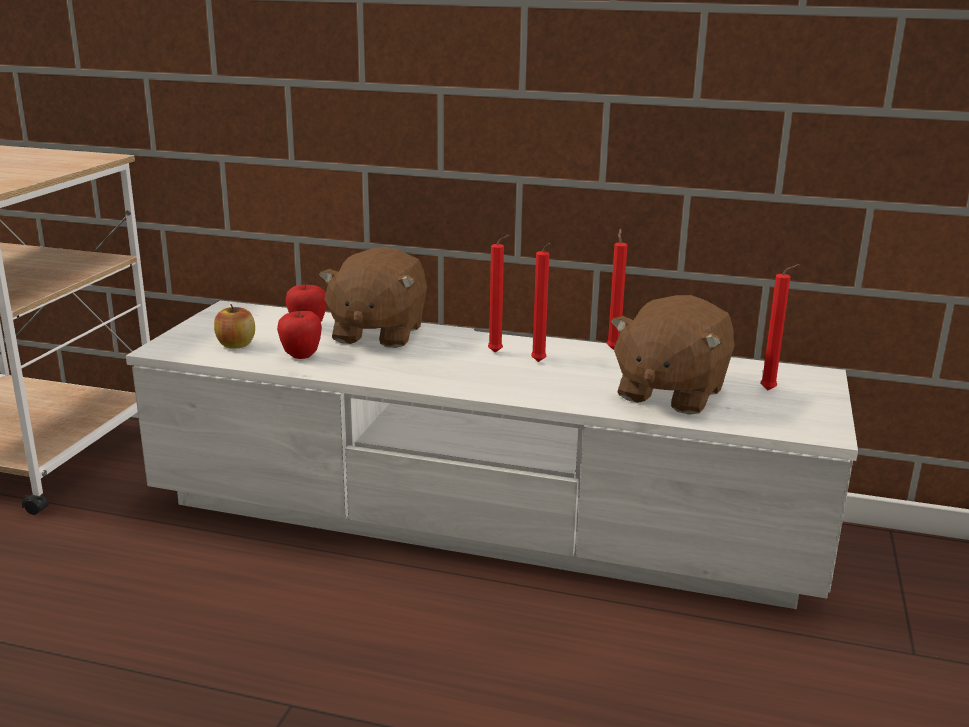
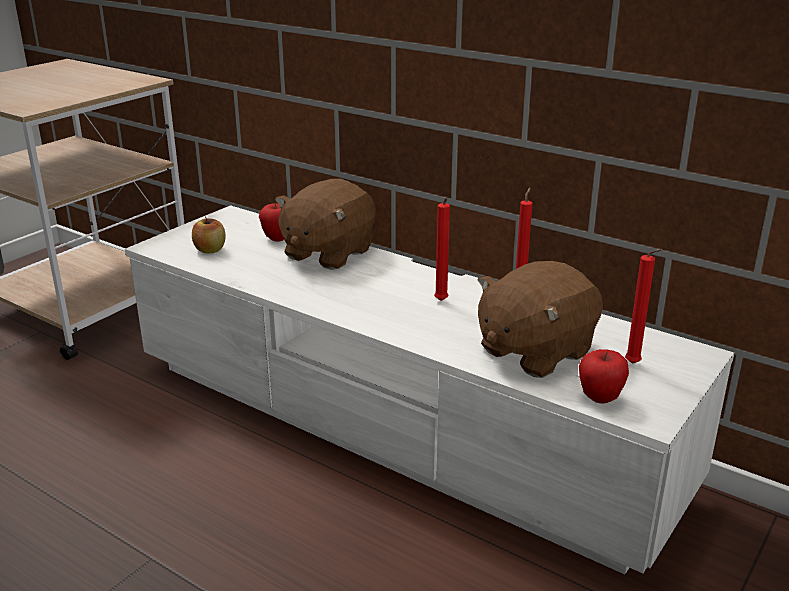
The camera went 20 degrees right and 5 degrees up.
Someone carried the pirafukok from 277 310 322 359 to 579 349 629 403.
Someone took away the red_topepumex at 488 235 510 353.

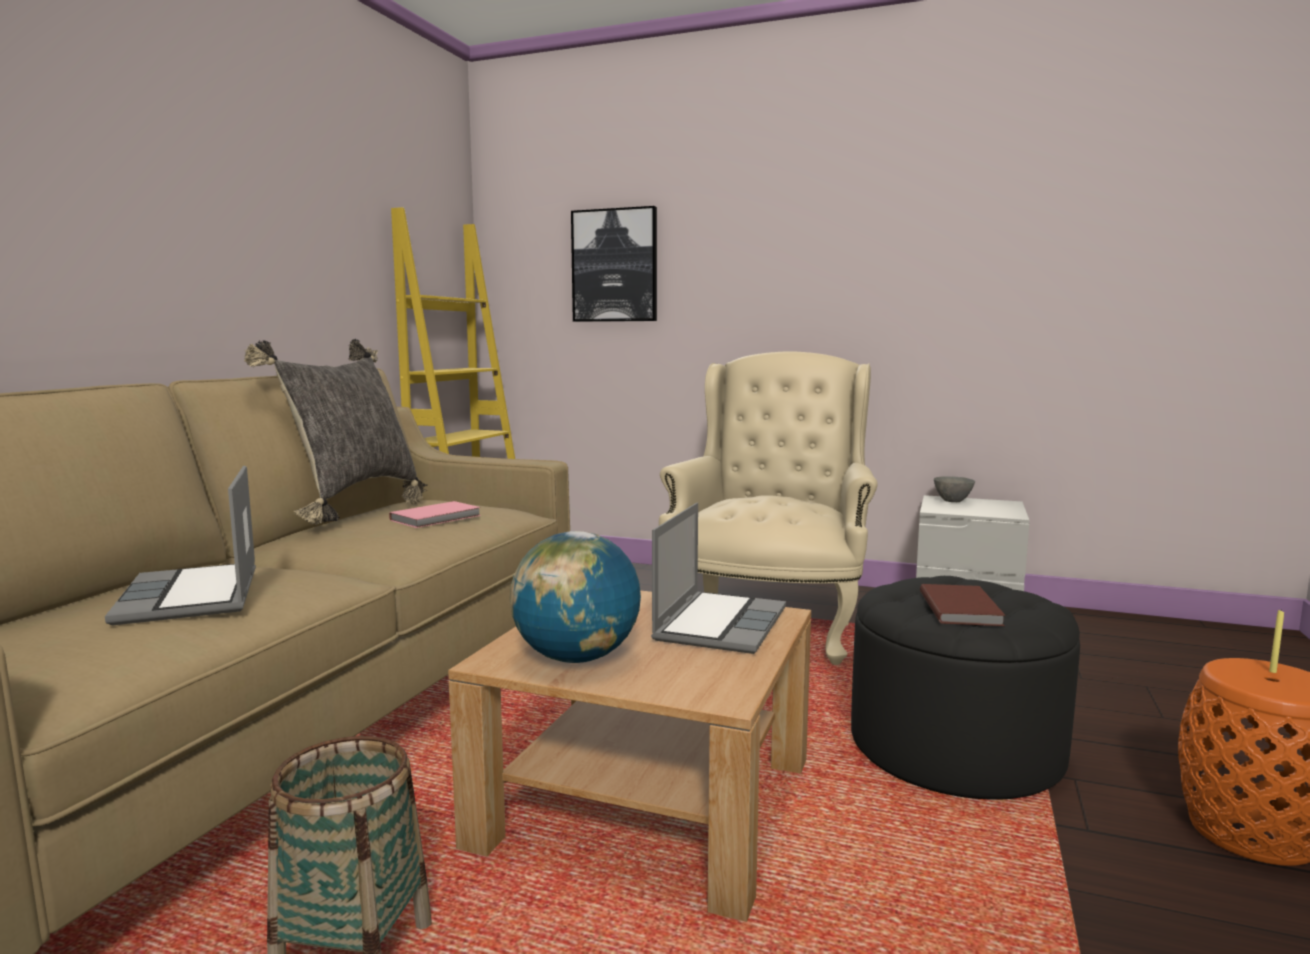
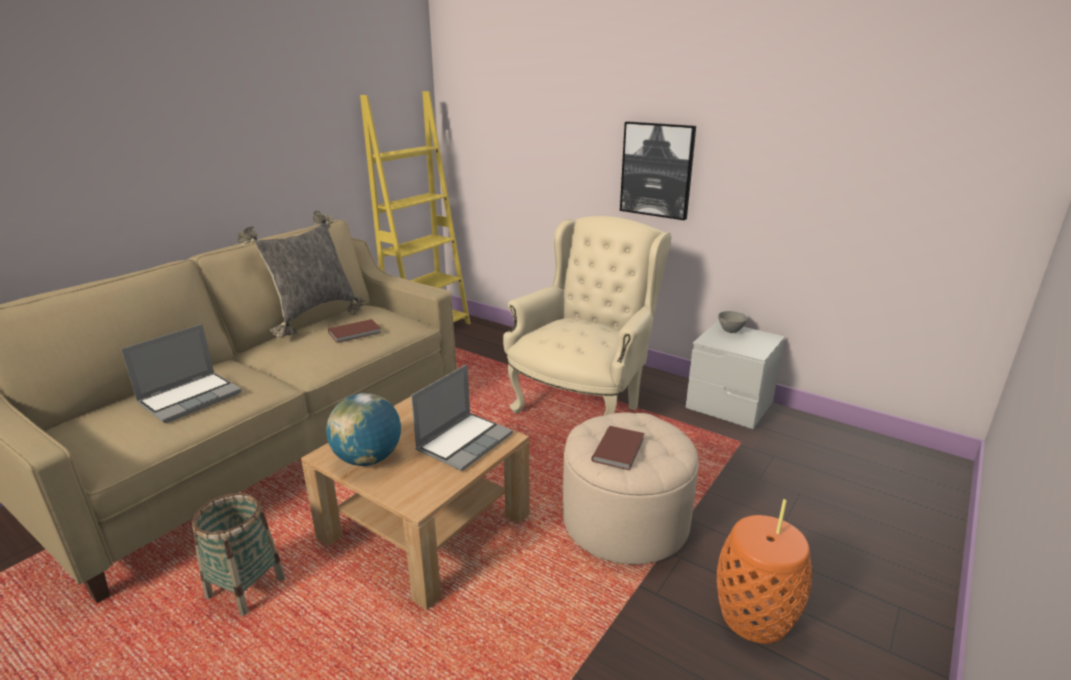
The camera went 15 degrees right and 15 degrees up.
Someone rotated the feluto at 105 466 256 626 by 135 degrees counterclockwise.
Someone repainted the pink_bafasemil at 389 501 481 528, which became the brown_bafasemil at 328 319 381 343.
Someone carried the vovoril from 571 206 657 322 to 620 122 696 220.
Someone repainted the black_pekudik at 851 576 1080 800, which became the beige_pekudik at 563 412 699 565.

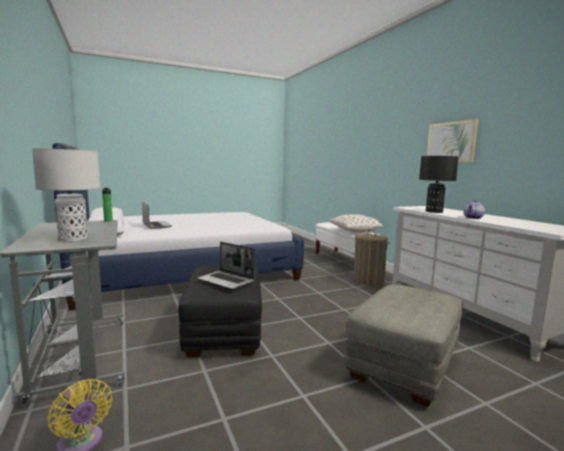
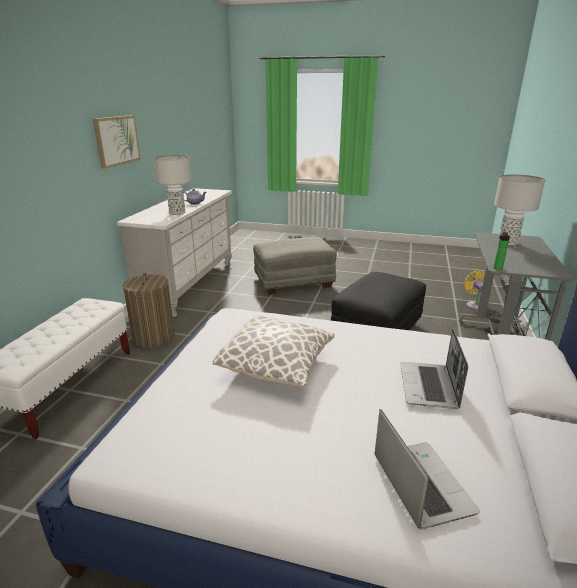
The camera went 140 degrees left and 15 degrees up.
Someone carried the feluto from 197 242 255 289 to 375 409 480 530.
Someone carried the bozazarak from 329 215 383 233 to 213 316 334 388.
Someone repainted the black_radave at 419 156 459 213, which became the white_radave at 154 155 191 215.

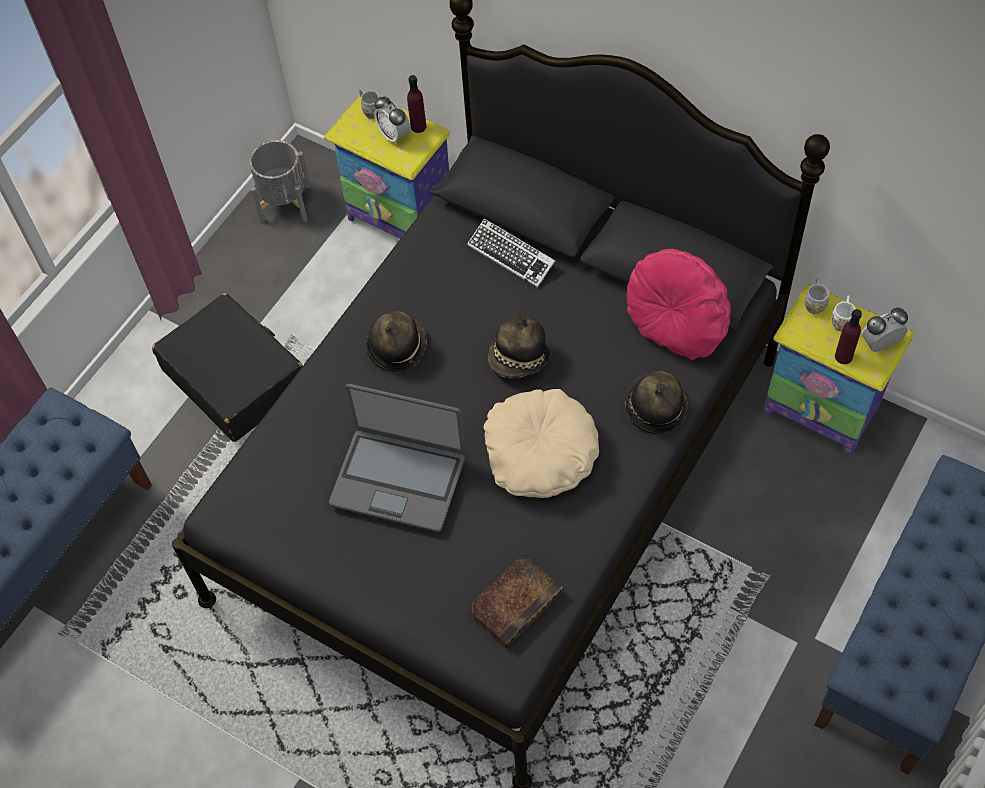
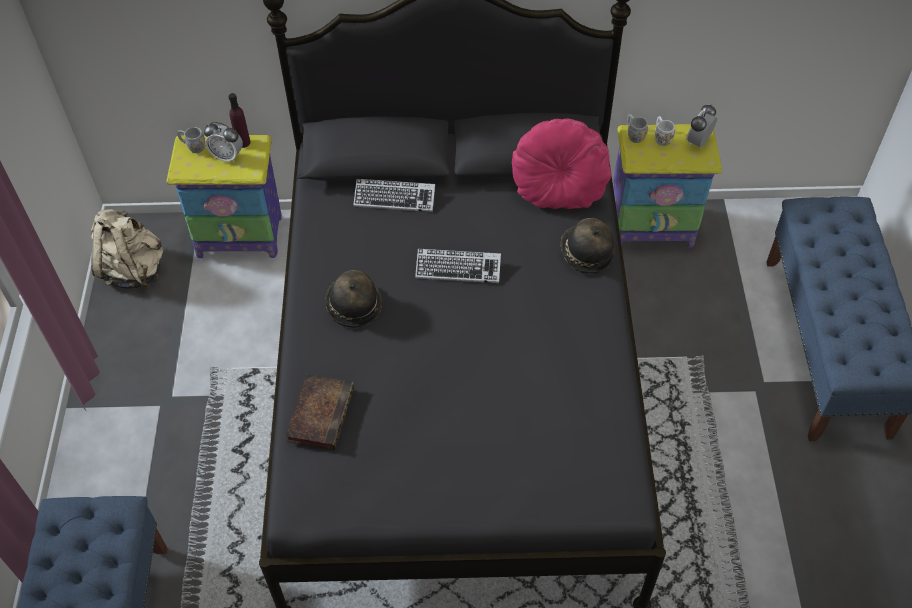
The camera went 35 degrees left and 5 degrees down.
Someone took away the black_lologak at 152 293 303 442.
Someone swapped the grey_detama at 249 140 311 223 for the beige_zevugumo at 91 209 163 289.
Someone took away the feluto at 329 384 466 532.
Someone carried the bafasemil from 466 553 564 648 to 285 374 355 450.
Someone took away the beige_bozazarak at 483 389 599 498.
Someone swapped the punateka at 488 316 550 378 for the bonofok at 415 249 501 283.
Someone took away the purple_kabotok at 835 309 862 364.

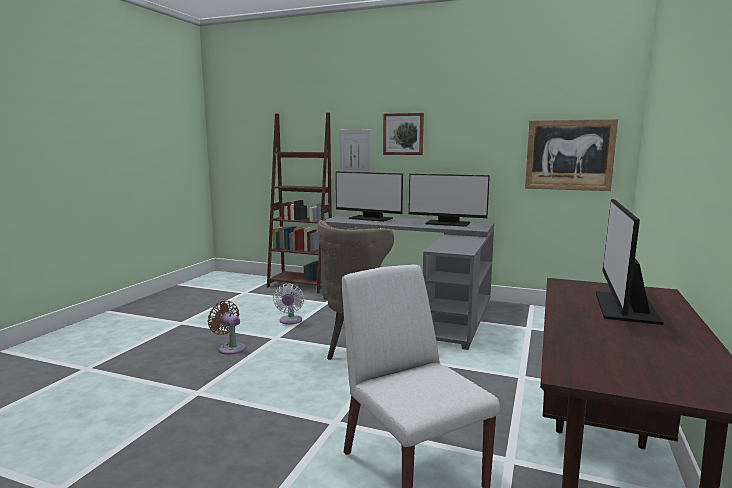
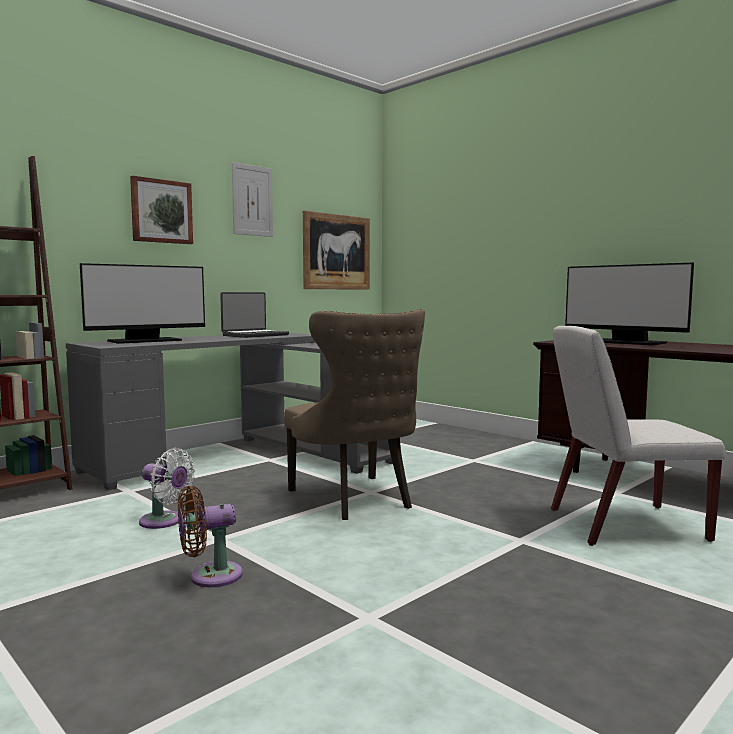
The camera went 65 degrees left and 5 degrees down.
Someone carried the vovoril from 339 130 370 173 to 232 162 273 237.
Someone swapped the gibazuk at 409 174 490 227 for the feluto at 220 292 289 338.

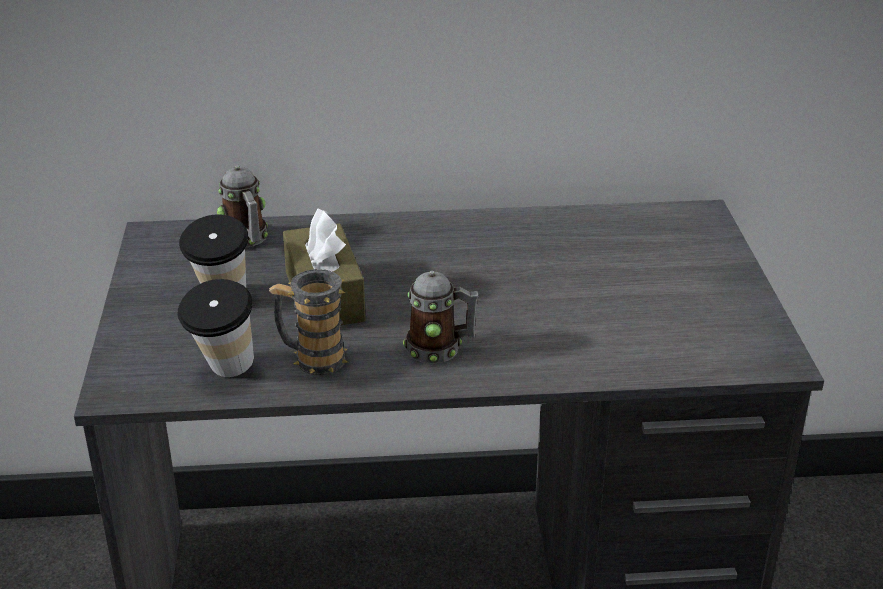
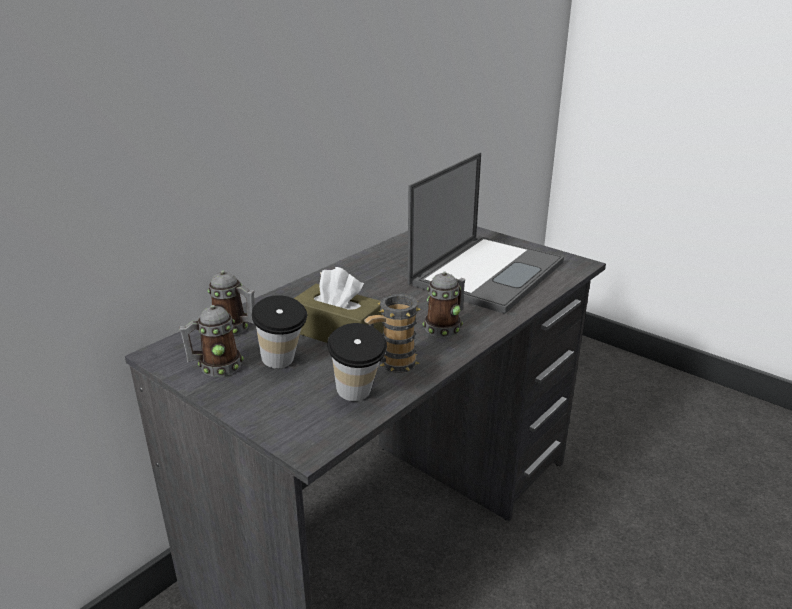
The camera went 45 degrees left and 5 degrees down.
Someone put down the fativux at 179 305 243 376.
Someone put down the feluto at 408 152 564 314.

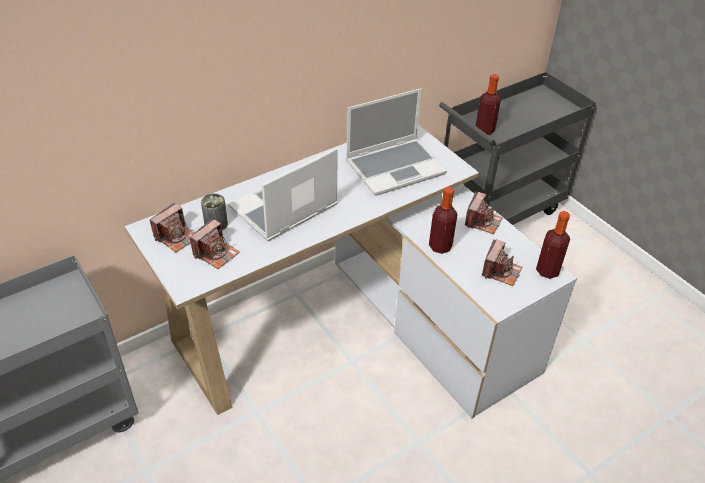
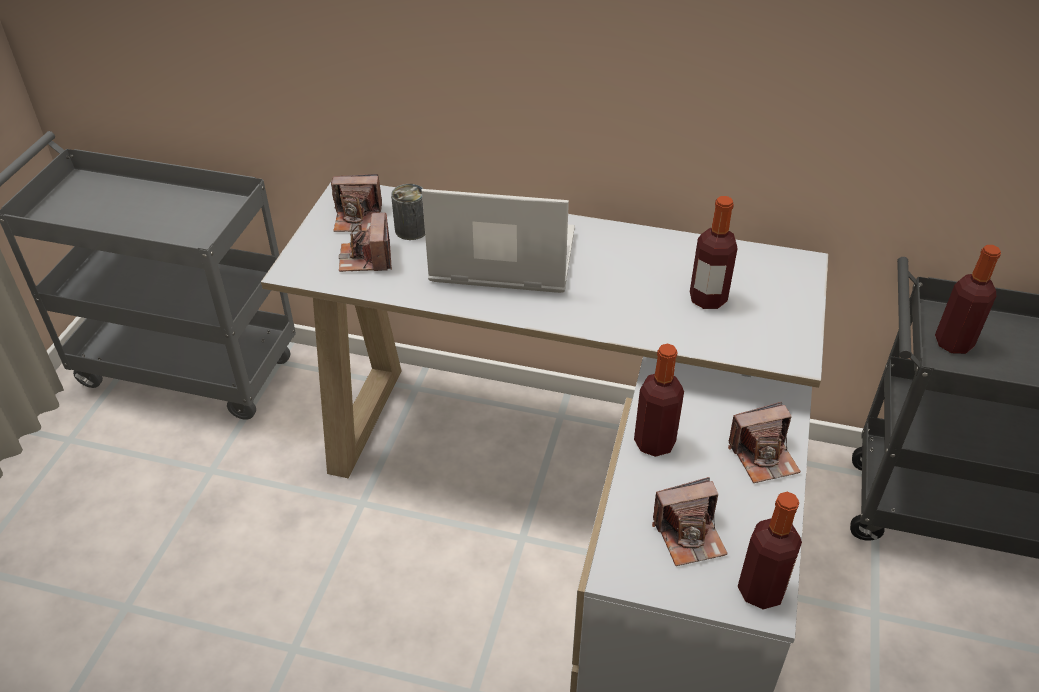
The camera went 50 degrees right and 0 degrees up.
Someone rotated the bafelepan at 189 219 240 269 by 90 degrees clockwise.
Someone swapped the feluto at 346 88 447 196 for the kabotok at 690 196 738 309.

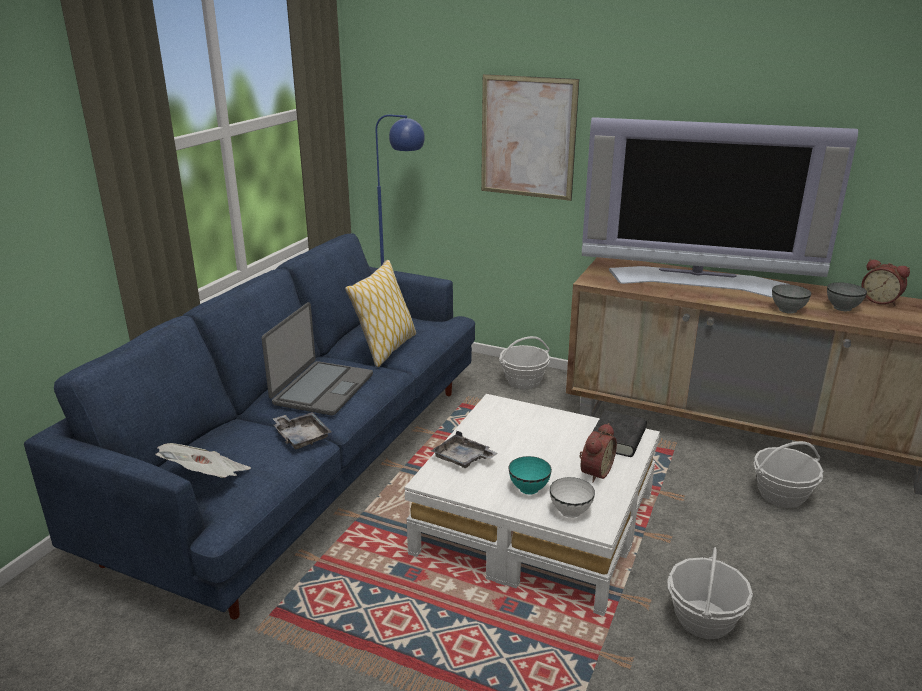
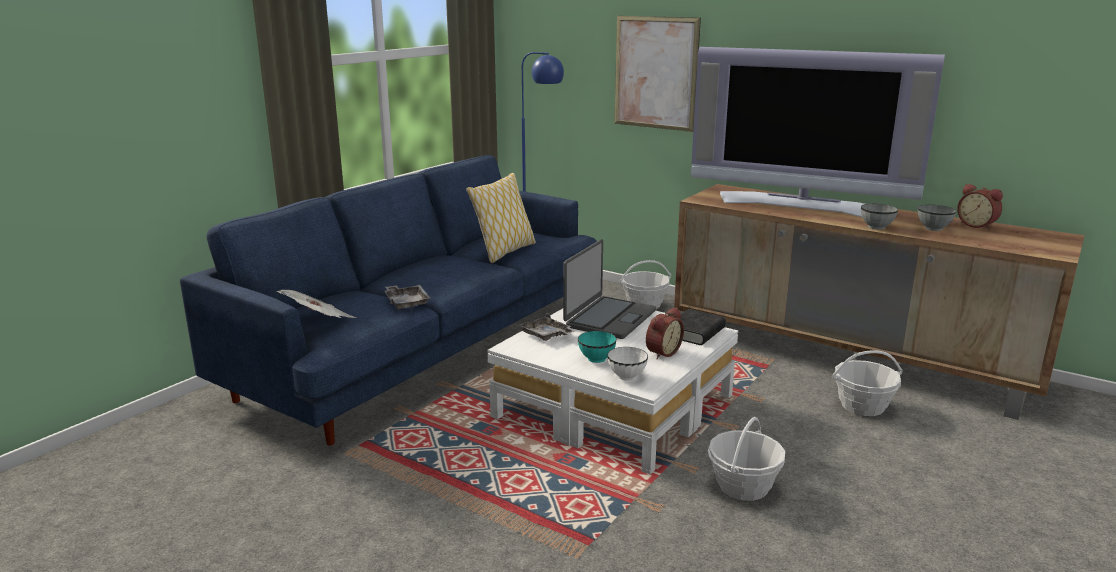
The camera went 10 degrees right and 5 degrees down.
Someone carried the feluto from 262 302 373 416 to 563 239 656 339.

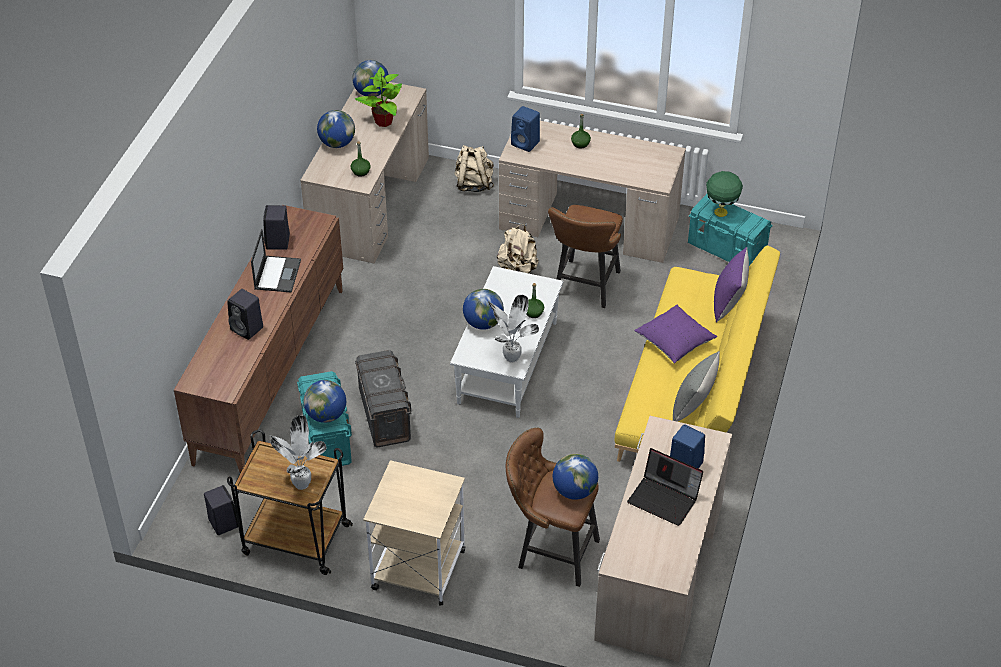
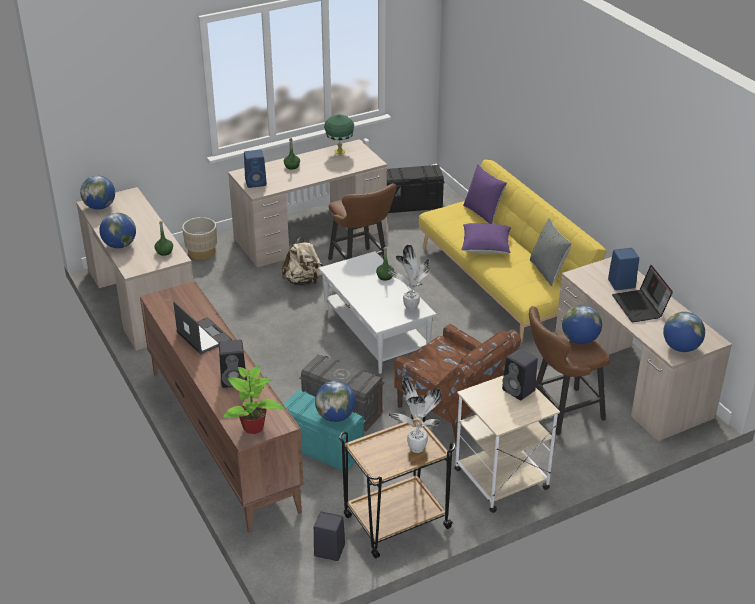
The camera went 45 degrees left and 10 degrees down.
Someone carried the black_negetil from 263 205 290 250 to 502 348 538 400.
Someone carried the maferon from 355 67 402 127 to 223 365 284 434.
Someone swapped the beige_zevugumo at 454 145 494 192 for the beige_detama at 182 217 217 260.
Someone carried the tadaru from 463 289 504 330 to 663 312 705 352.
Someone rotated the feluto at 627 448 703 526 by 90 degrees clockwise.
Someone repainted the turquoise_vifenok at 688 194 773 266, which became the black_vifenok at 387 165 445 213.
Someone carried the green_radave from 706 171 743 217 to 324 114 354 154.
Someone put down the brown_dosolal at 394 324 521 443.

